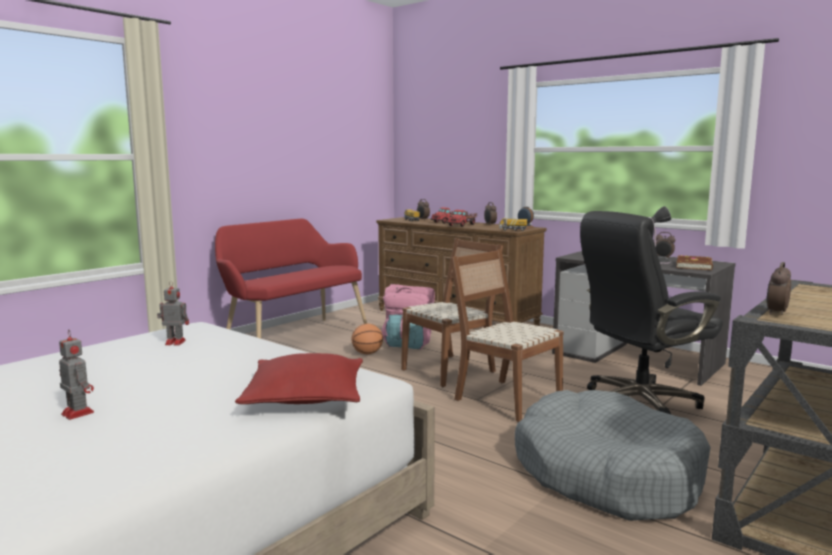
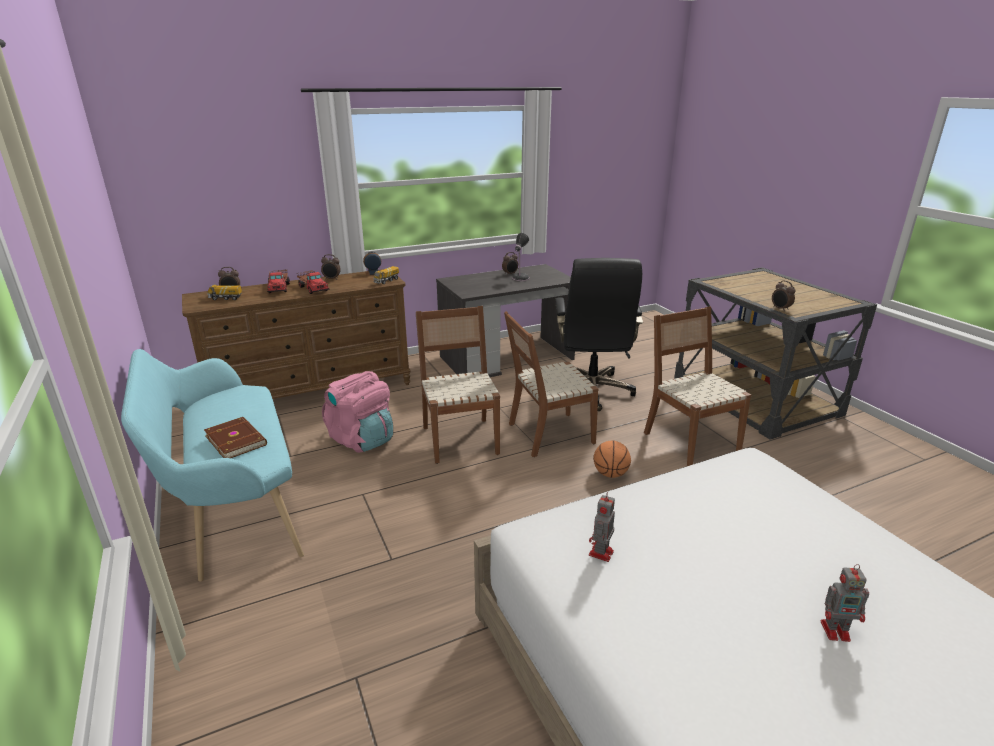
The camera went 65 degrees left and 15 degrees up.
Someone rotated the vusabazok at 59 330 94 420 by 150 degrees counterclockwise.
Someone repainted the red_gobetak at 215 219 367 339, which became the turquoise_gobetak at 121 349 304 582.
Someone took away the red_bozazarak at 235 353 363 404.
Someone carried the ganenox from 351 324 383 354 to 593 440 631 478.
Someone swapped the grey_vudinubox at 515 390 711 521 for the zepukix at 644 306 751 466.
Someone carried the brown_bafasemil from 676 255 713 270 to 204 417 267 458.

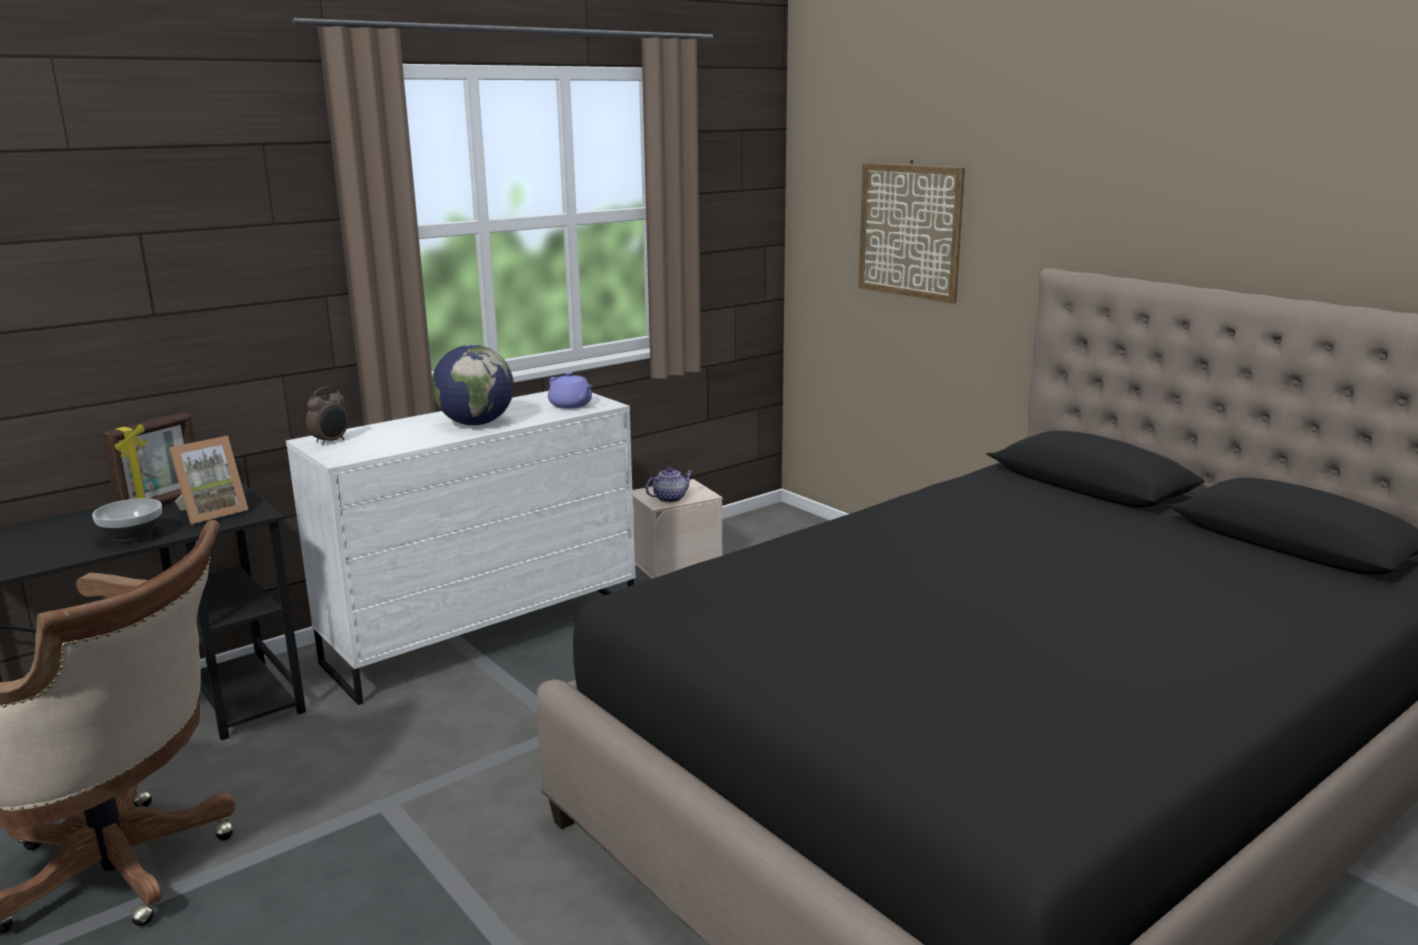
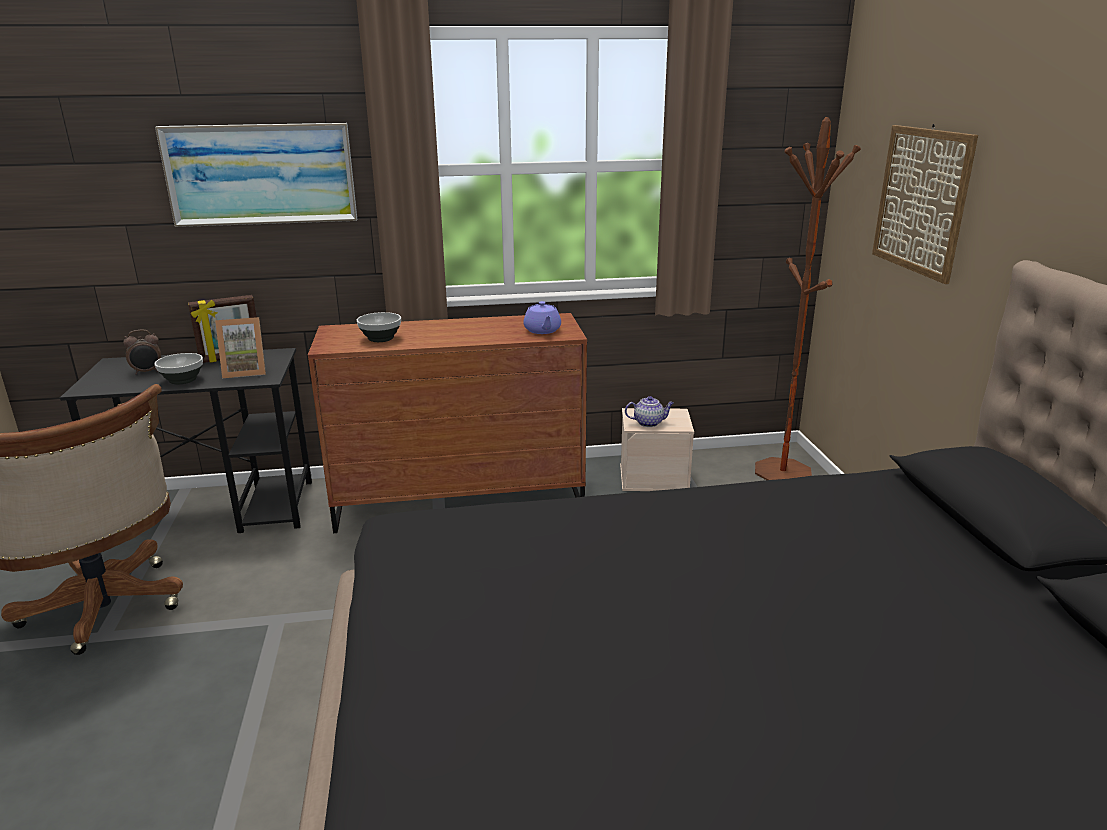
The camera went 30 degrees right and 5 degrees up.
Someone repainted the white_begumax at 286 391 636 705, which became the brown_begumax at 308 313 587 533.
Someone carried the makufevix from 306 387 349 446 to 124 330 161 375.
Someone took away the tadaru at 432 345 514 426.
Someone put up the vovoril at 155 123 357 227.
Someone put down the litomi at 357 312 401 342.
Someone put down the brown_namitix at 755 117 861 480.

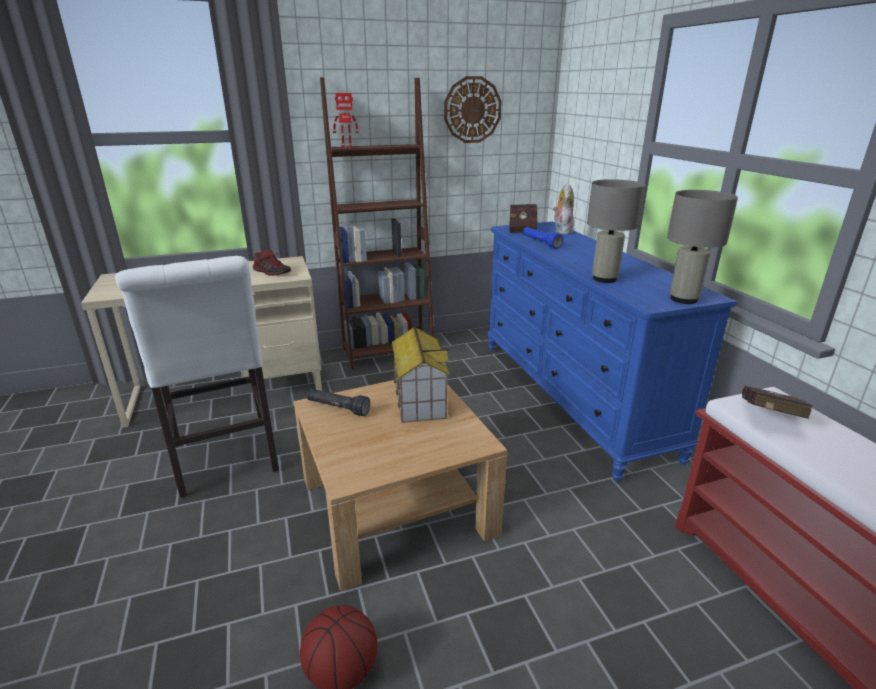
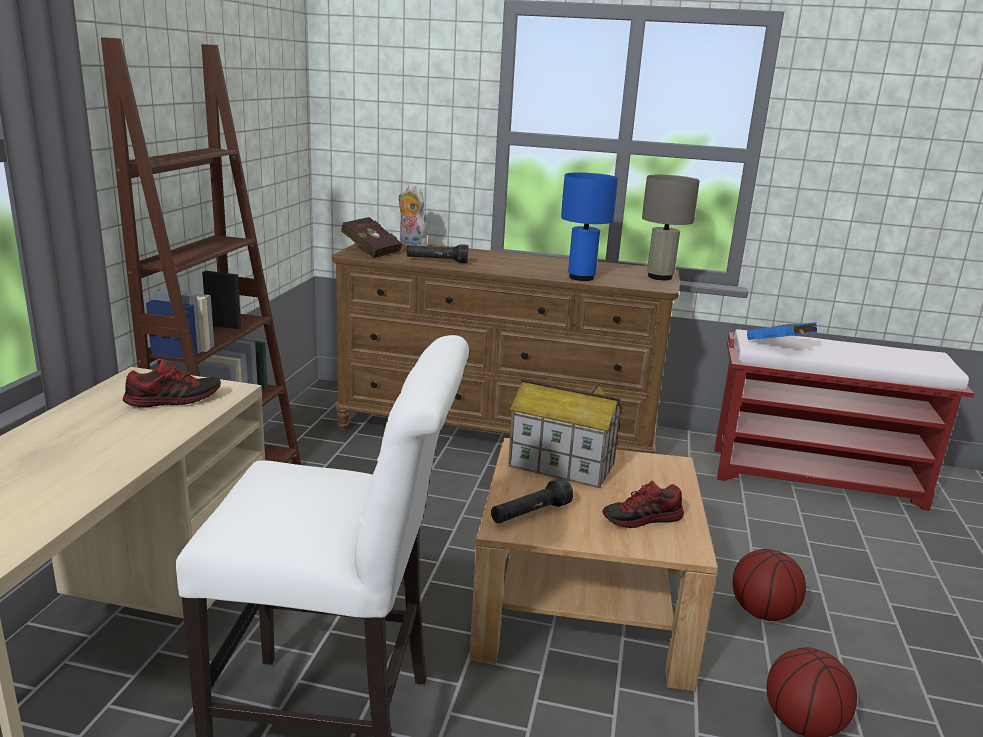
The camera went 60 degrees left and 5 degrees down.
Someone took away the vusabazok at 333 93 359 148.
Someone took away the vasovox at 444 76 502 143.
Someone repainted the blue_begumax at 487 221 737 482, which became the brown_begumax at 332 241 679 454.
Someone repainted the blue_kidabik at 523 227 563 249, which became the black_kidabik at 407 244 468 263.
Someone repainted the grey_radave at 587 179 645 283, which became the blue_radave at 561 173 618 281.
Someone repainted the red_bafasemil at 742 386 813 419, which became the blue_bafasemil at 747 322 818 340.
Someone put down the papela at 603 481 684 528.
Someone put down the ganenox at 733 549 806 621.

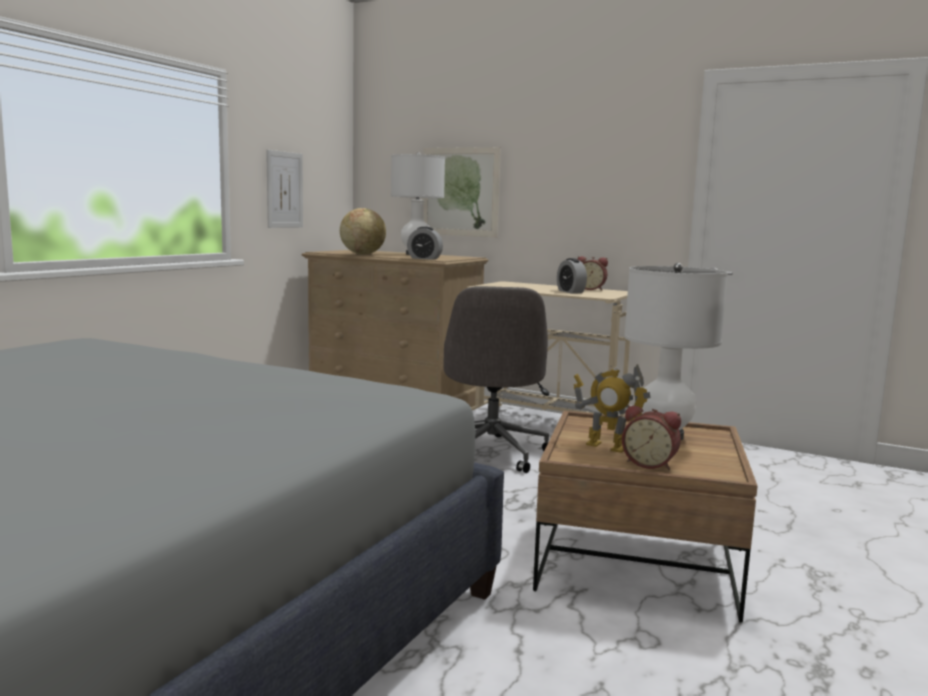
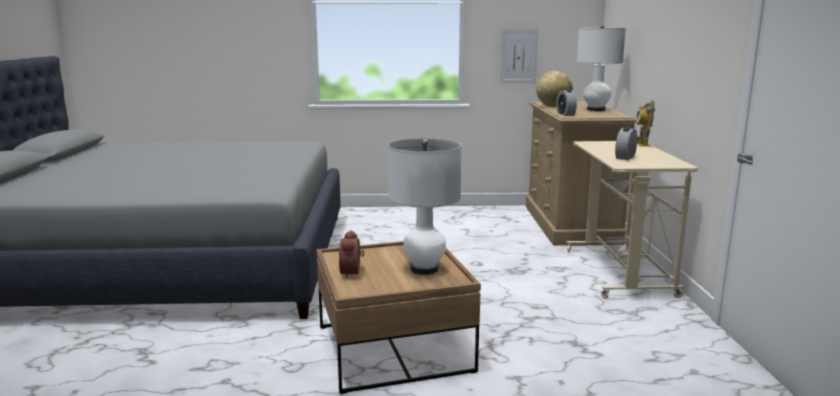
The camera went 60 degrees right and 5 degrees up.
Someone took away the vovoril at 423 147 501 237.
Someone took away the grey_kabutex at 443 286 549 473.
Someone carried the vusabazok from 573 364 650 453 to 637 101 655 146.
Someone took away the makufevix at 578 256 608 290.

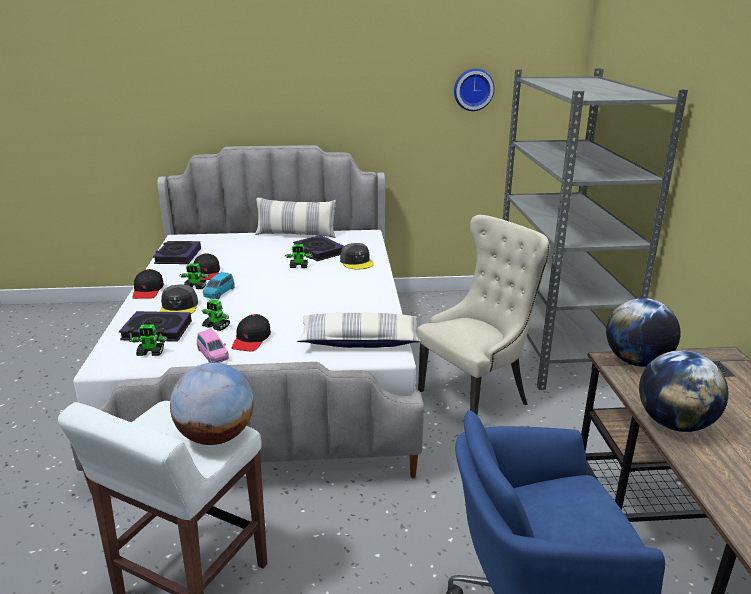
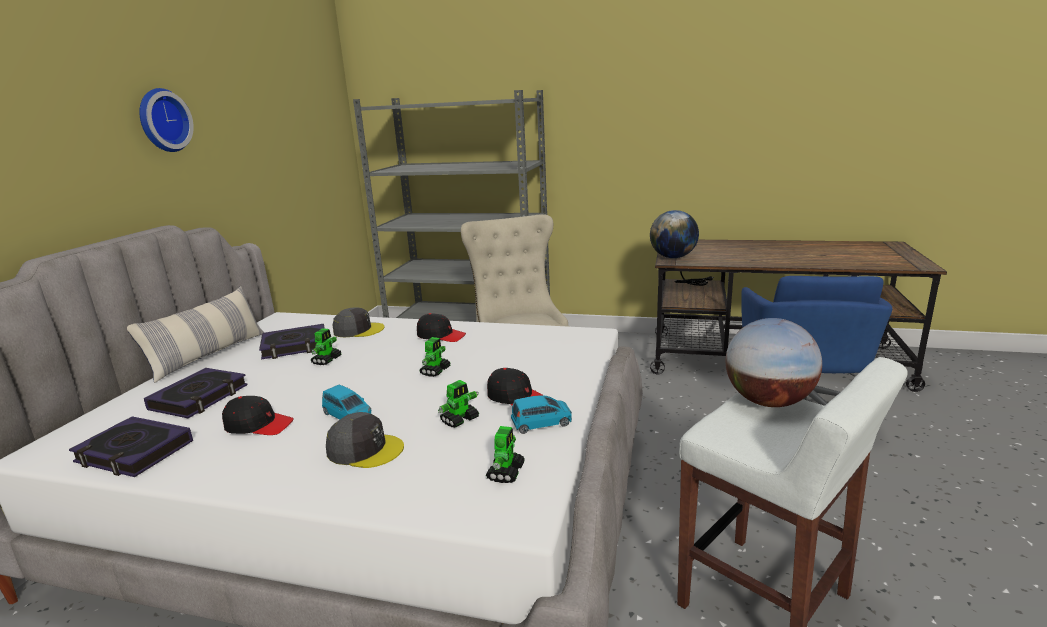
The camera went 70 degrees left and 5 degrees down.
Someone carried the bafasemil from 119 311 192 343 to 144 368 248 418.
Someone carried the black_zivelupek from 132 269 164 299 to 417 313 466 342.
Someone carried the vusabazok from 180 263 209 289 to 419 337 451 377.
Someone repainted the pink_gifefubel at 197 329 229 363, which became the blue_gifefubel at 511 395 572 434.
Someone took away the bozazarak at 297 313 421 348.
Someone carried the vasovox from 454 68 495 111 to 139 88 194 152.
Someone took away the tadaru at 639 350 729 432.

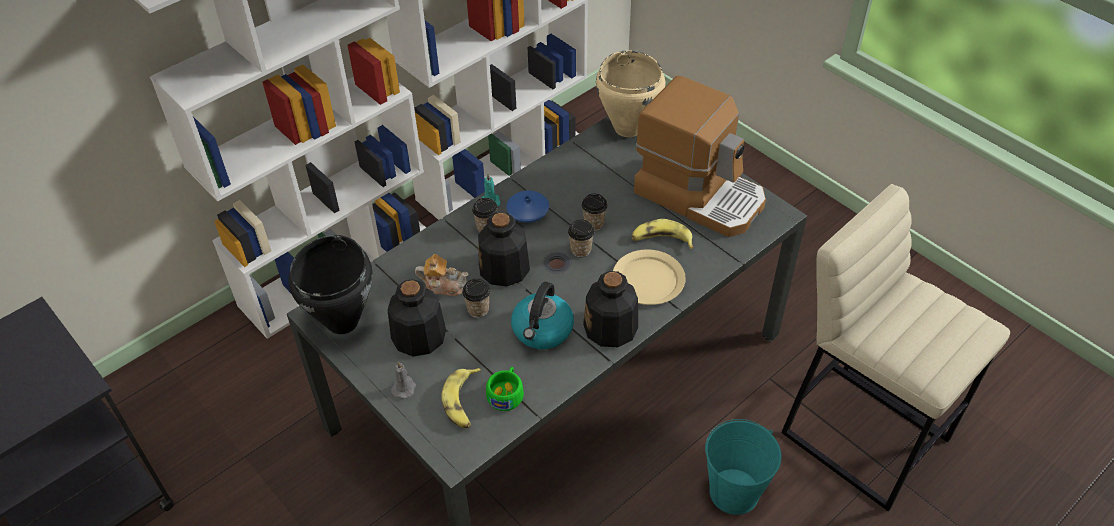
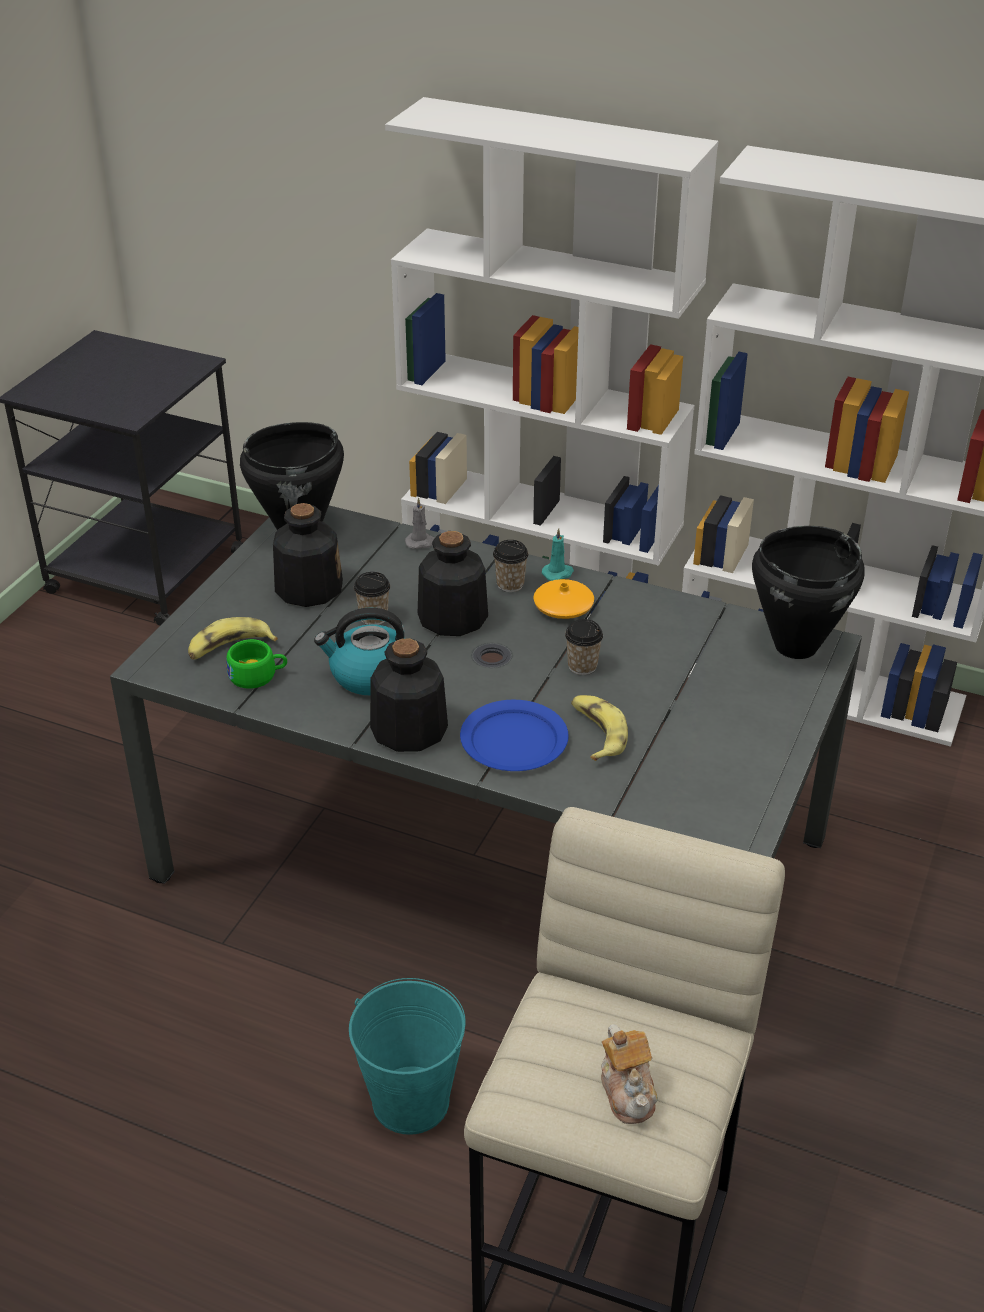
The camera went 65 degrees right and 10 degrees down.
Someone carried the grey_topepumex from 391 361 416 399 to 405 497 435 549.
Someone carried the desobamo from 415 254 469 296 to 601 1024 658 1124.
Someone repainted the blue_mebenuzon at 506 191 549 223, which became the orange_mebenuzon at 533 579 594 619.
Someone took away the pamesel at 568 220 595 257.
Someone repainted the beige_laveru at 596 50 665 137, which became the black_laveru at 752 526 865 659.
Someone repainted the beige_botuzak at 613 249 686 305, which became the blue_botuzak at 460 700 569 771.
Someone took away the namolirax at 634 76 766 237.

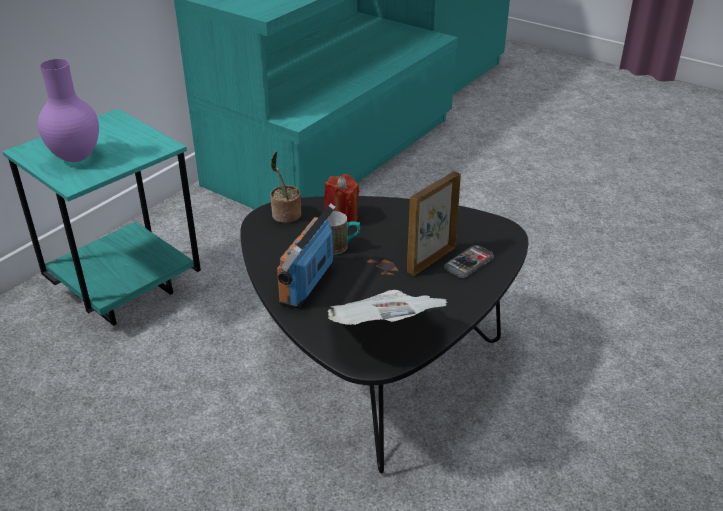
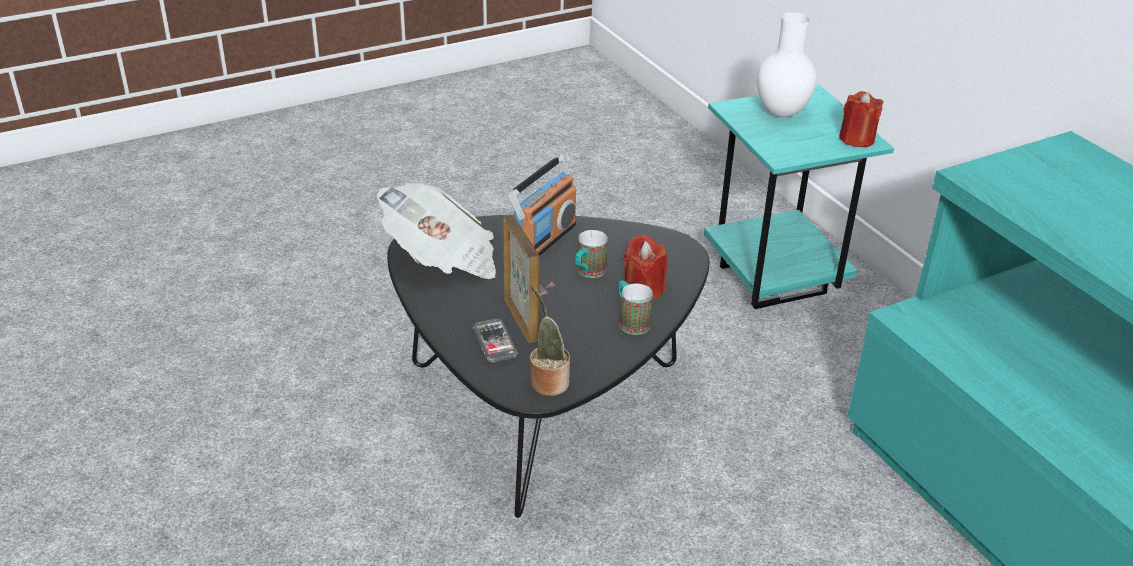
The camera went 115 degrees right and 0 degrees up.
Someone repainted the purple_mebenuzon at 38 59 99 162, which became the white_mebenuzon at 757 12 817 118.
Someone carried the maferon from 270 151 301 223 to 530 286 570 396.
Someone rotated the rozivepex at 277 203 336 309 by 75 degrees clockwise.
Someone put down the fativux at 619 280 653 335.
Someone put down the red_topepumex at 839 91 883 147.

